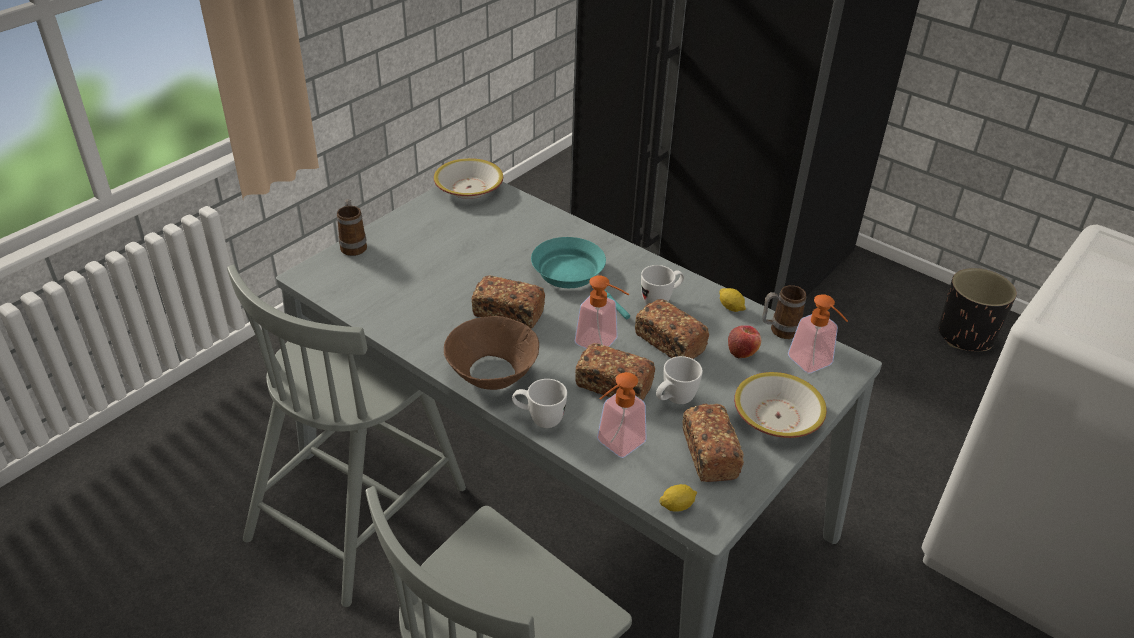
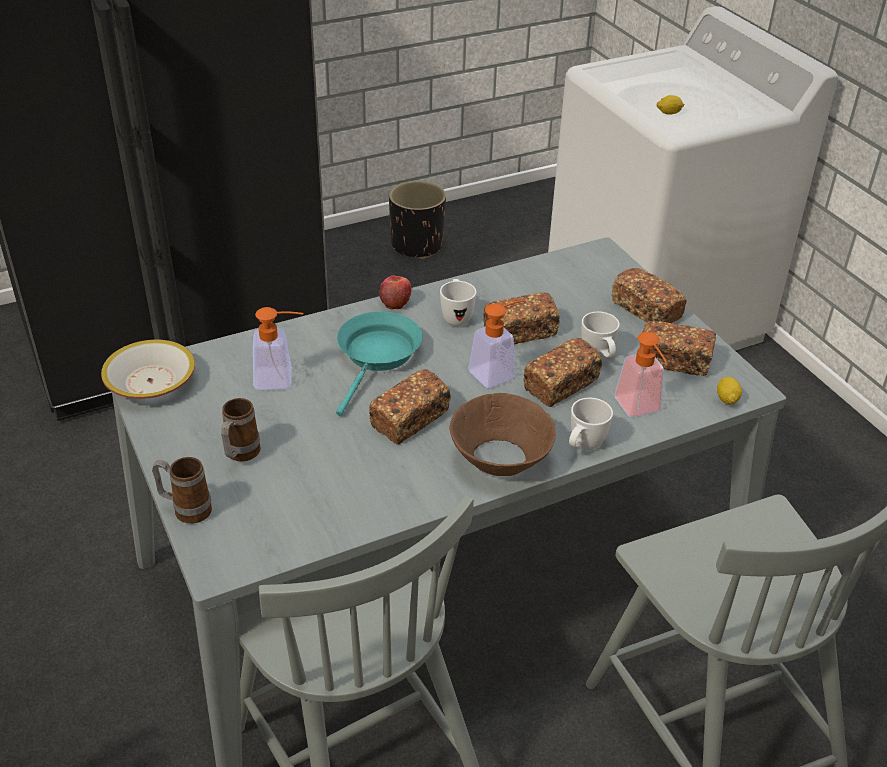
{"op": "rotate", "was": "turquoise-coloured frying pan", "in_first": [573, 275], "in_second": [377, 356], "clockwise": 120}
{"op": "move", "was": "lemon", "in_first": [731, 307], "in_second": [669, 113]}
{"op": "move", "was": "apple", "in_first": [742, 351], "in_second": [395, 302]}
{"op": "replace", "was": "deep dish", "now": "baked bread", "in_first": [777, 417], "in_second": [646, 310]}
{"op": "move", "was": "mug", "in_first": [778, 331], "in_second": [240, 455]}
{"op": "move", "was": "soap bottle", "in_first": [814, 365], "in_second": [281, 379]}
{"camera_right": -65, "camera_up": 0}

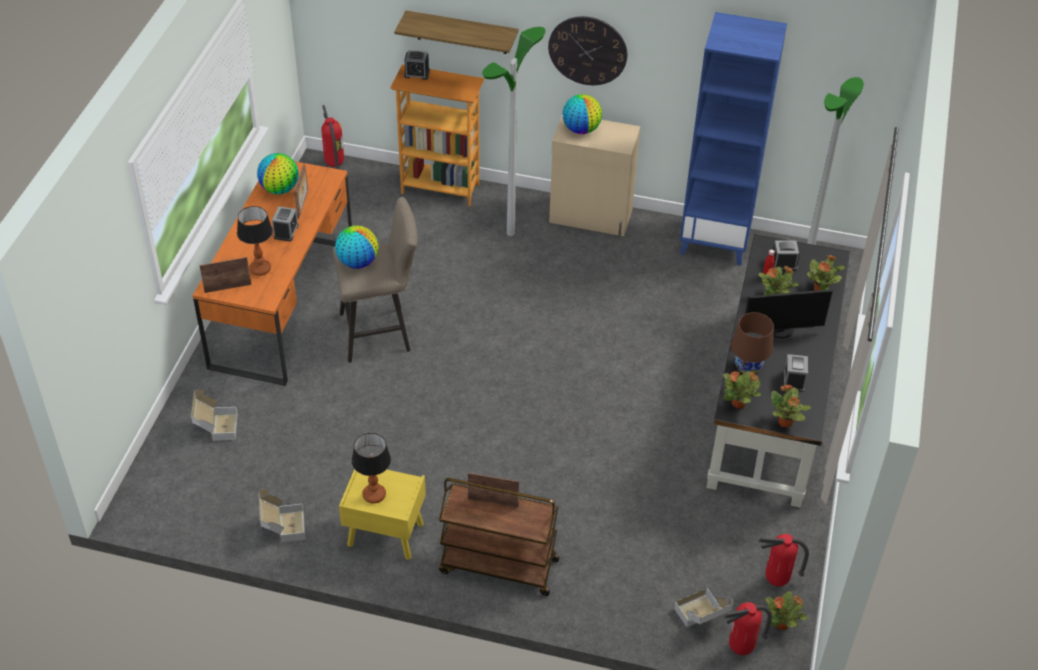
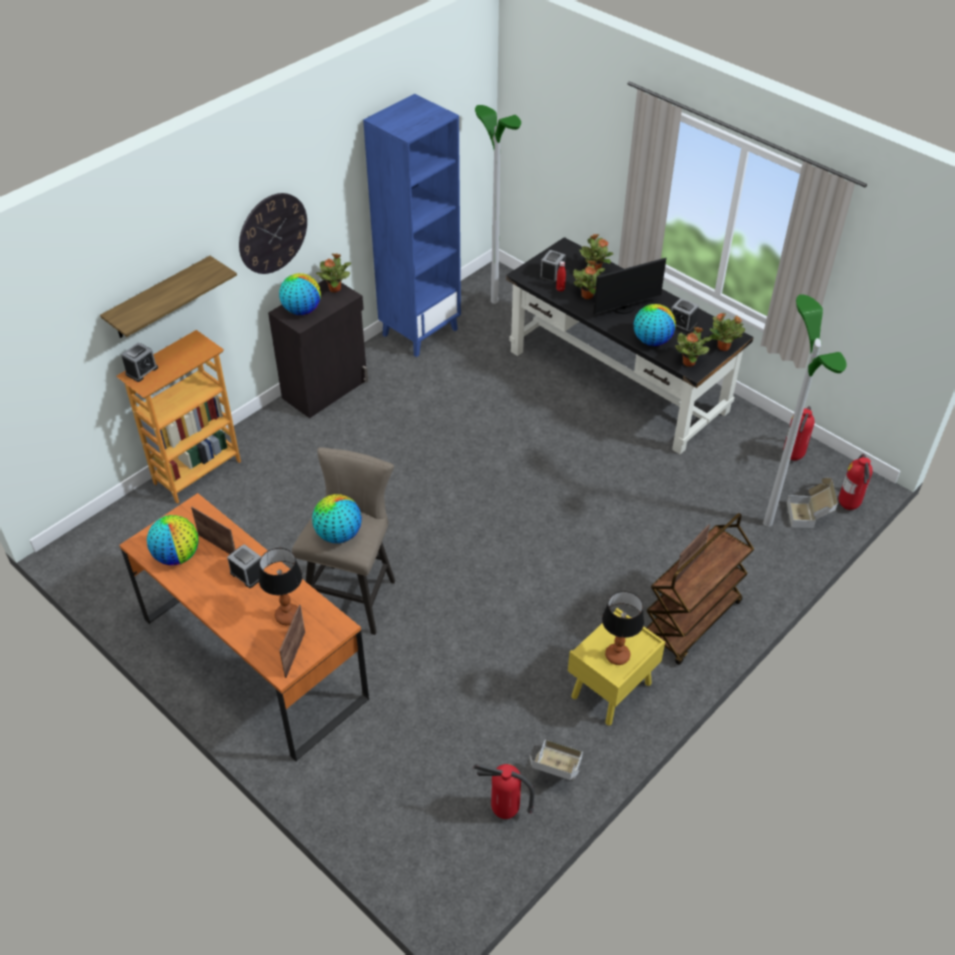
{"op": "delete", "was": "packing box", "in_first": [215, 427]}
{"op": "move", "was": "fire-fighting cylinder", "in_first": [334, 165], "in_second": [504, 811]}
{"op": "move", "was": "standing lamp", "in_first": [510, 233], "in_second": [767, 523]}
{"op": "recolor", "was": "sand-coloured storage cabinet", "now": "black storage cabinet", "in_first": [591, 217], "in_second": [326, 389]}
{"op": "replace", "was": "brown lamp for a table", "now": "desk globe", "in_first": [748, 366], "in_second": [652, 341]}
{"op": "rotate", "was": "computer display", "in_first": [780, 330], "in_second": [624, 307], "clockwise": 45}
{"op": "move", "was": "plant in a pot", "in_first": [782, 624], "in_second": [335, 288]}
{"camera_right": -60, "camera_up": 0}

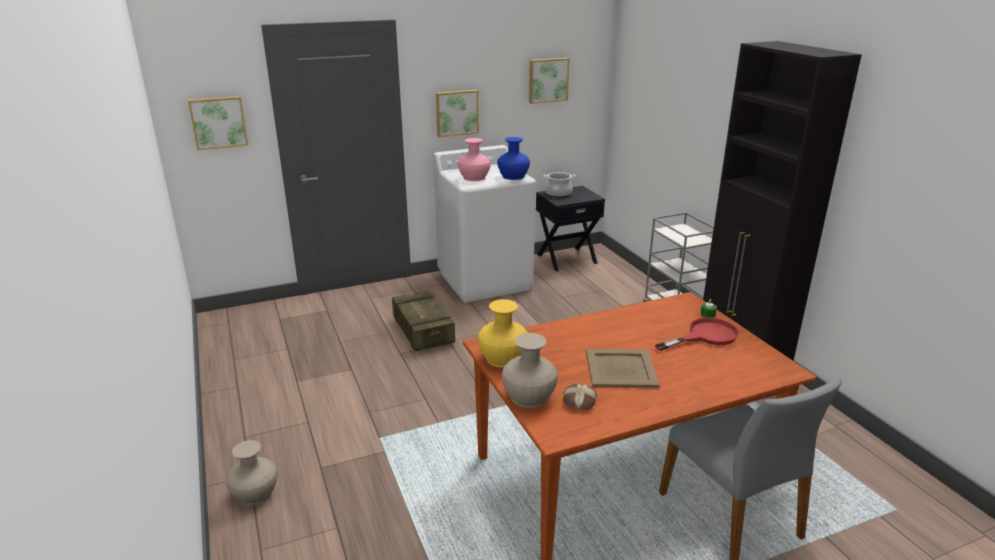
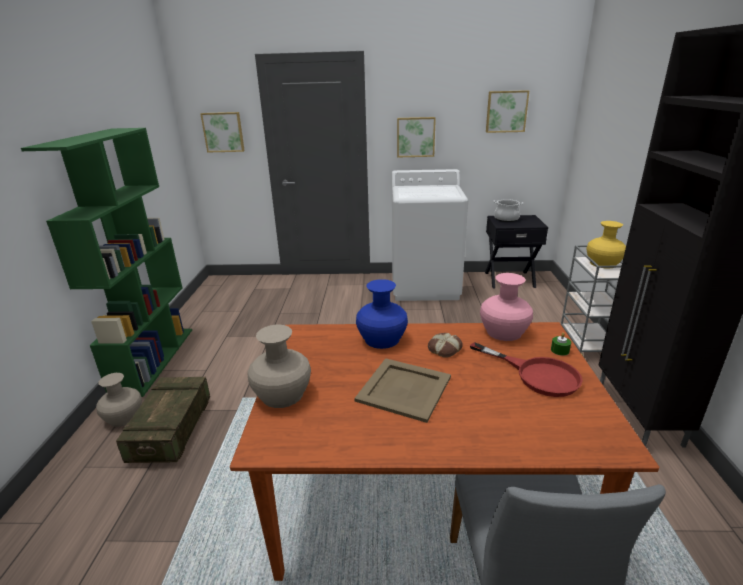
{"op": "move", "was": "shipping crate", "in_first": [423, 332], "in_second": [171, 430]}
{"op": "move", "was": "pink vase", "in_first": [474, 177], "in_second": [503, 331]}
{"op": "move", "was": "yellow-coloured vase", "in_first": [503, 358], "in_second": [603, 263]}
{"op": "move", "was": "blue-coloured vase", "in_first": [513, 176], "in_second": [382, 339]}
{"op": "move", "was": "baked bread", "in_first": [579, 401], "in_second": [444, 348]}
{"op": "rotate", "was": "reddish frying pan", "in_first": [705, 336], "in_second": [537, 374], "clockwise": 45}
{"op": "insert", "now": "green-coloured shelving unit", "in_second": [154, 359]}
{"camera_right": 25, "camera_up": 0}

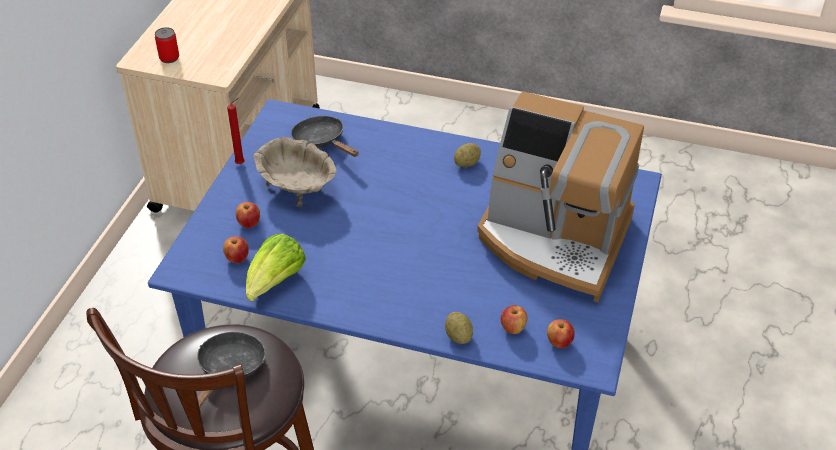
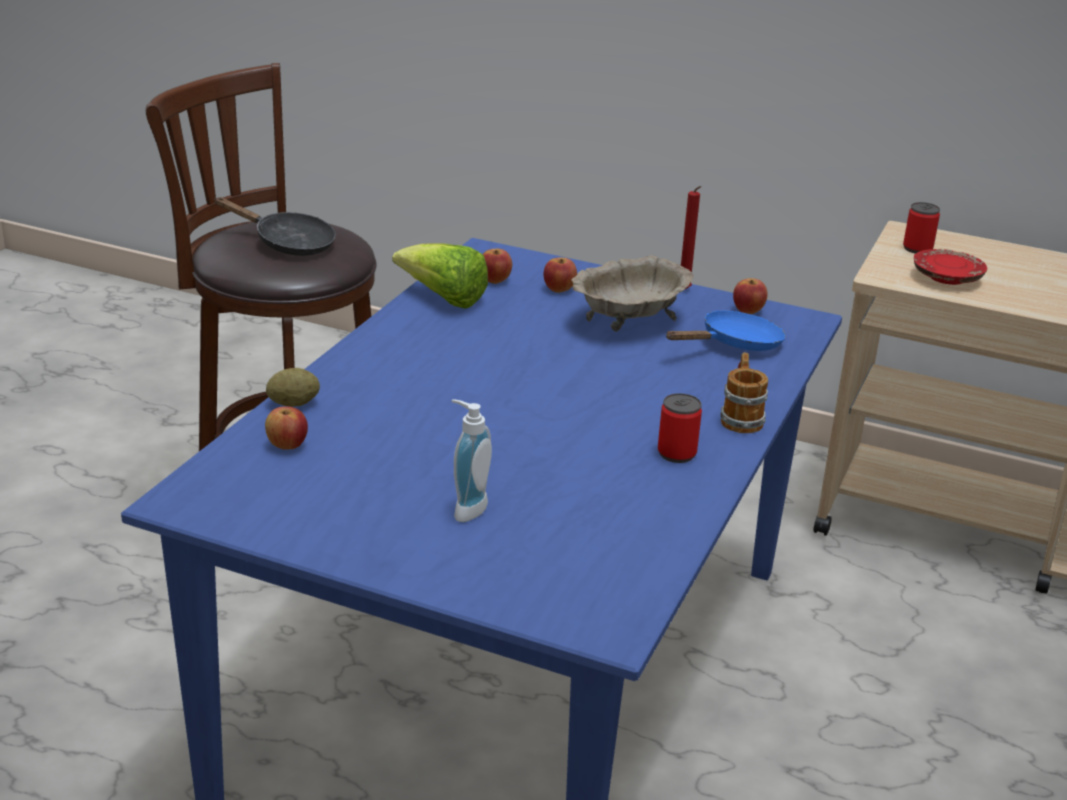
{"op": "recolor", "was": "black frying pan", "now": "blue-coloured frying pan", "in_first": [322, 141], "in_second": [734, 344]}
{"op": "replace", "was": "potato", "now": "metal can", "in_first": [467, 163], "in_second": [676, 453]}
{"op": "replace", "was": "coffee brewer", "now": "soap bottle", "in_first": [554, 240], "in_second": [466, 508]}
{"op": "move", "was": "apple", "in_first": [559, 342], "in_second": [748, 311]}
{"op": "insert", "now": "mug", "in_second": [740, 418]}
{"op": "insert", "now": "reddish dinner plate", "in_second": [946, 278]}
{"camera_right": 95, "camera_up": -15}

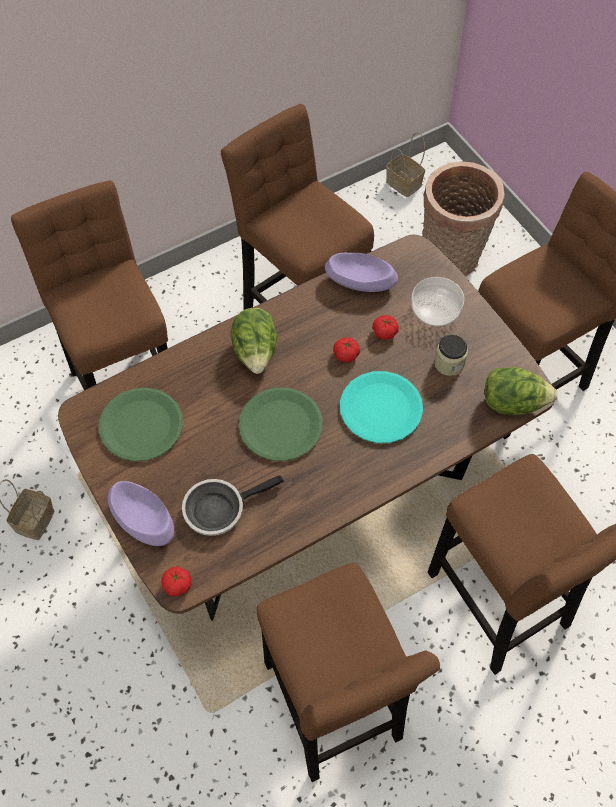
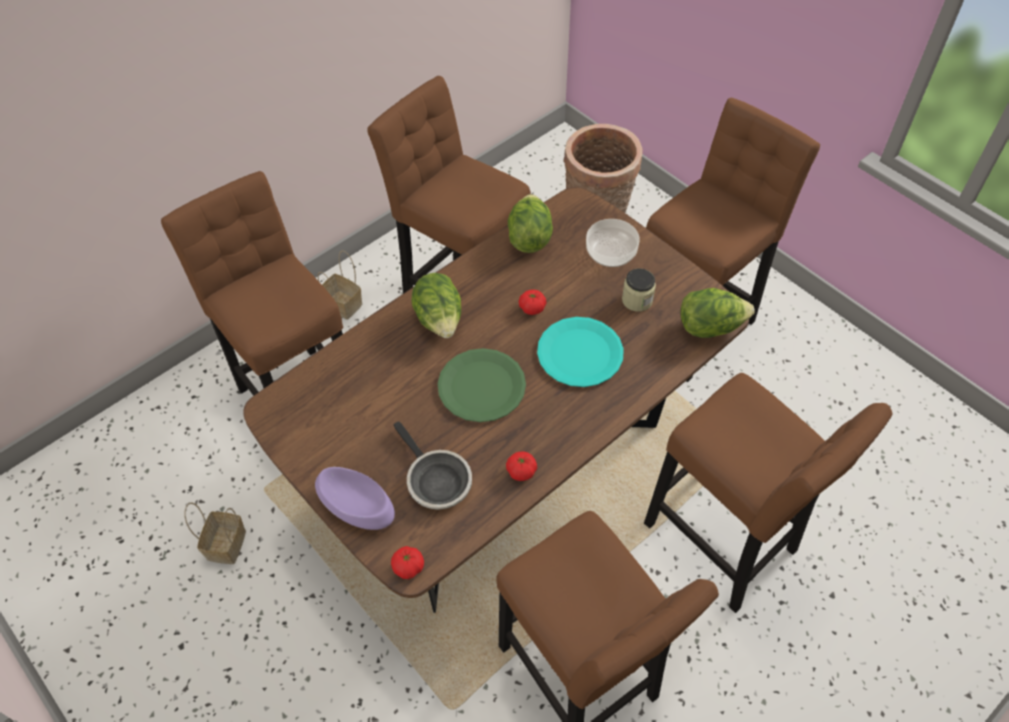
{"op": "delete", "was": "green-coloured dinner plate", "in_first": [141, 426]}
{"op": "rotate", "was": "frying pan", "in_first": [219, 509], "in_second": [435, 480], "clockwise": -90}
{"op": "replace", "was": "purplish deep dish", "now": "lettuce head", "in_first": [360, 281], "in_second": [529, 237]}
{"op": "move", "was": "whole tomato", "in_first": [384, 332], "in_second": [521, 471]}
{"op": "move", "was": "household basket", "in_first": [405, 184], "in_second": [344, 305]}
{"camera_right": -10, "camera_up": -5}

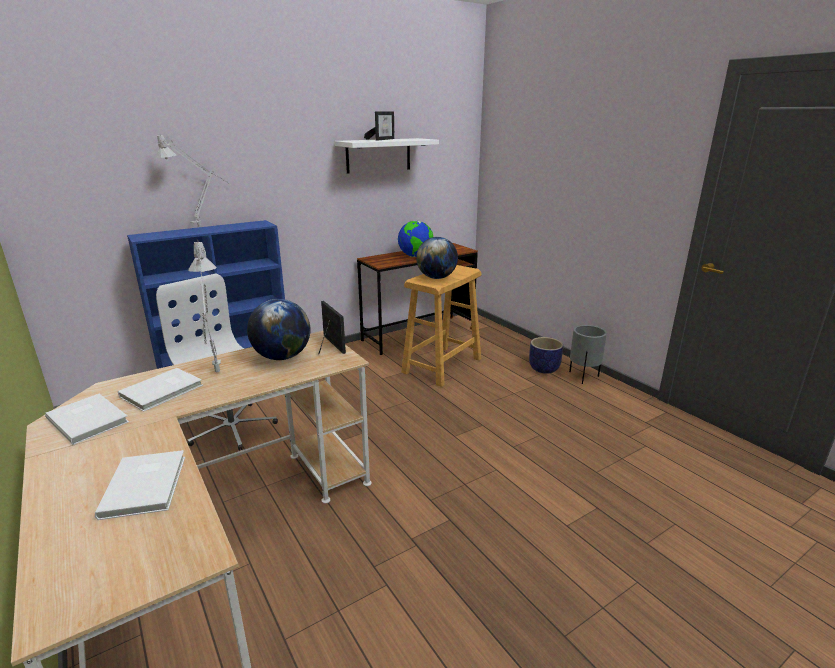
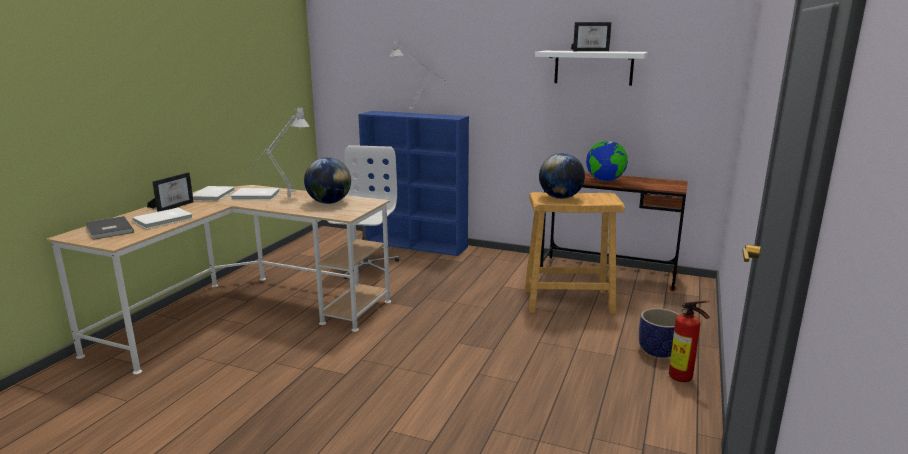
{"op": "move", "was": "photo frame", "in_first": [329, 345], "in_second": [173, 206]}
{"op": "replace", "was": "greyish plant pot", "now": "fire-fighting cylinder", "in_first": [583, 377], "in_second": [683, 379]}
{"op": "insert", "now": "greyish bound book", "in_second": [108, 230]}
{"camera_right": 55, "camera_up": -5}

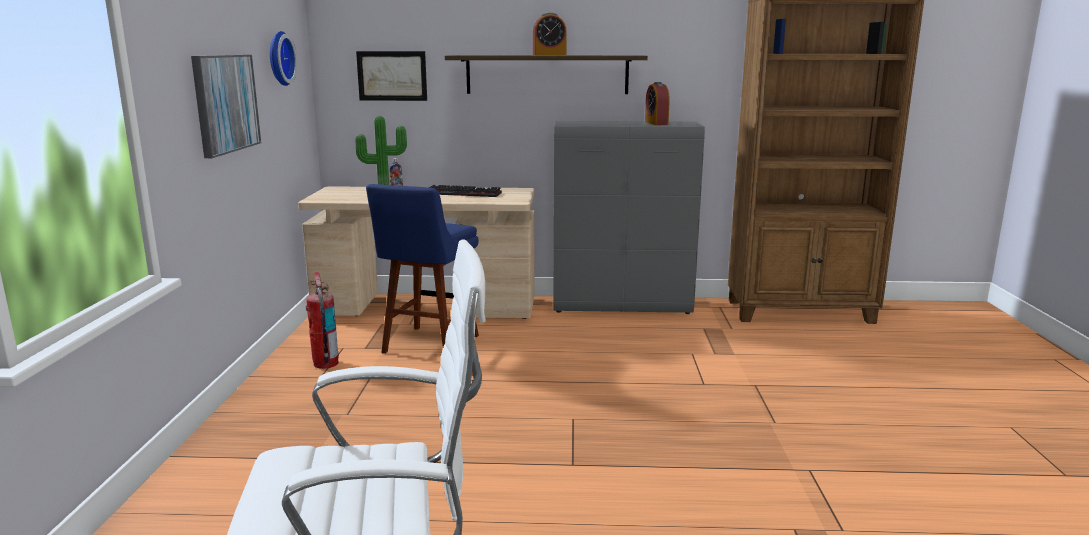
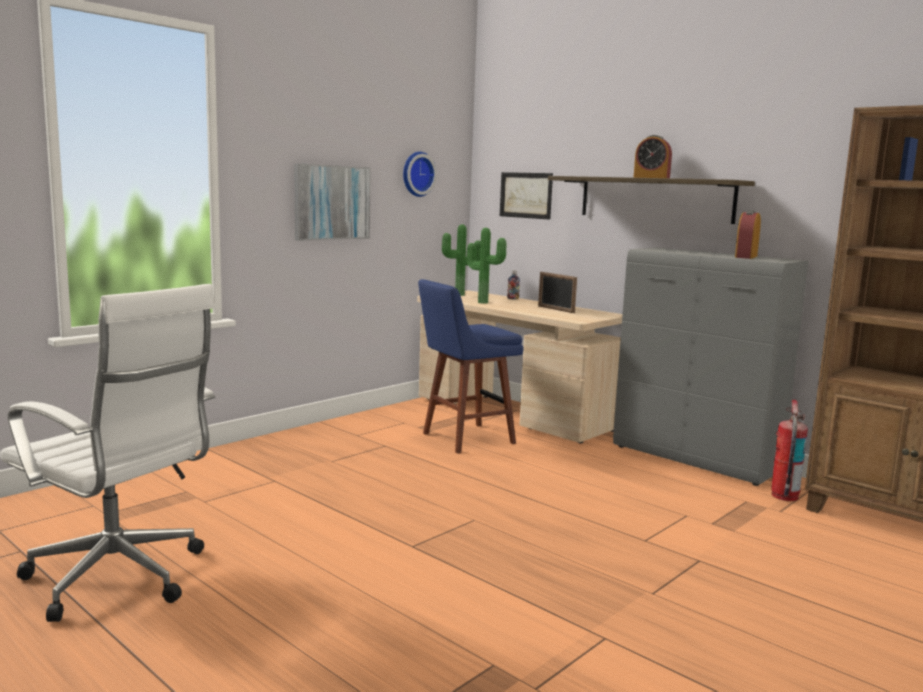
{"op": "move", "was": "fire-fighting cylinder", "in_first": [325, 364], "in_second": [784, 496]}
{"op": "replace", "was": "PC keyboard", "now": "photo frame", "in_first": [465, 193], "in_second": [555, 309]}
{"op": "insert", "now": "plant in a pot", "in_second": [460, 295]}
{"camera_right": 40, "camera_up": -5}

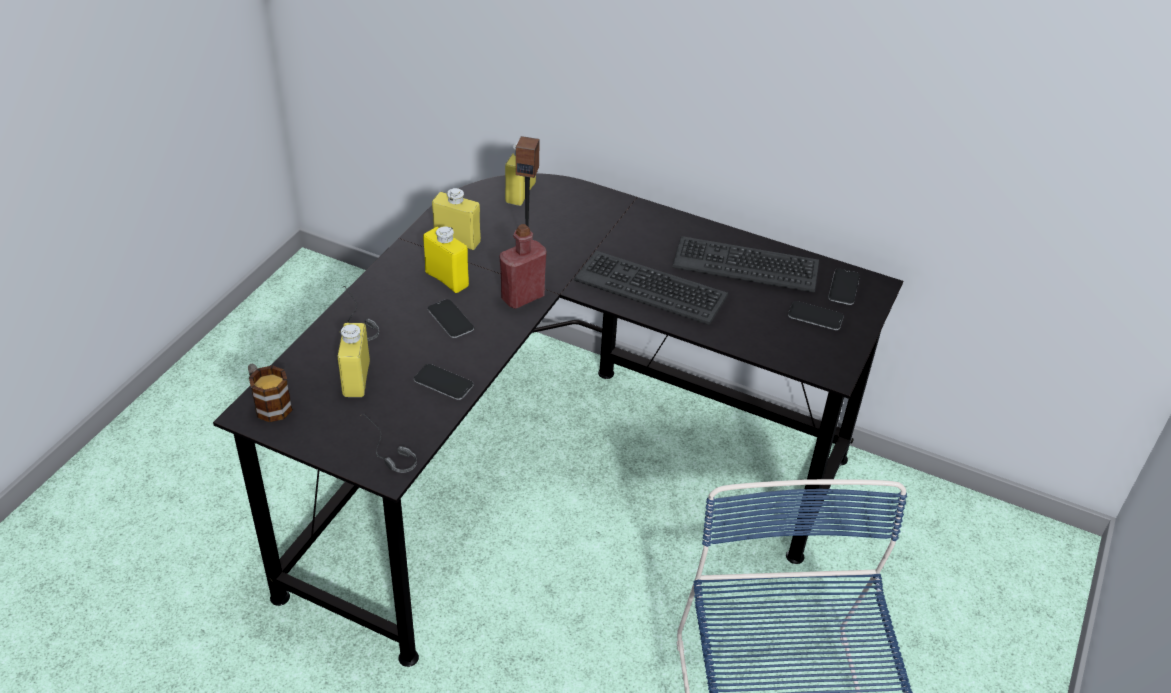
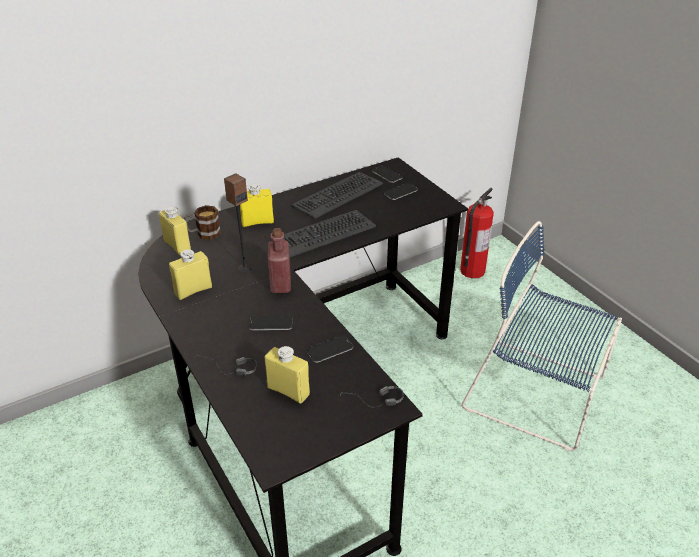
{"op": "move", "was": "mug", "in_first": [269, 404], "in_second": [204, 233]}
{"op": "move", "was": "yellow-coloured beverage bottle", "in_first": [447, 279], "in_second": [257, 222]}
{"op": "insert", "now": "fire-fighting cylinder", "in_second": [472, 271]}
{"camera_right": -55, "camera_up": -5}

